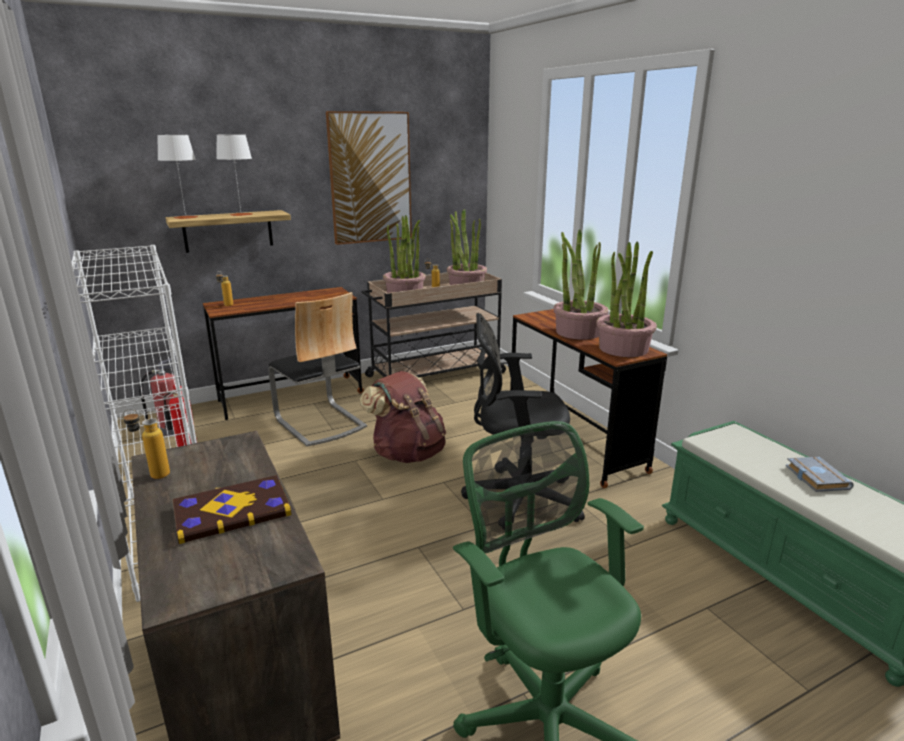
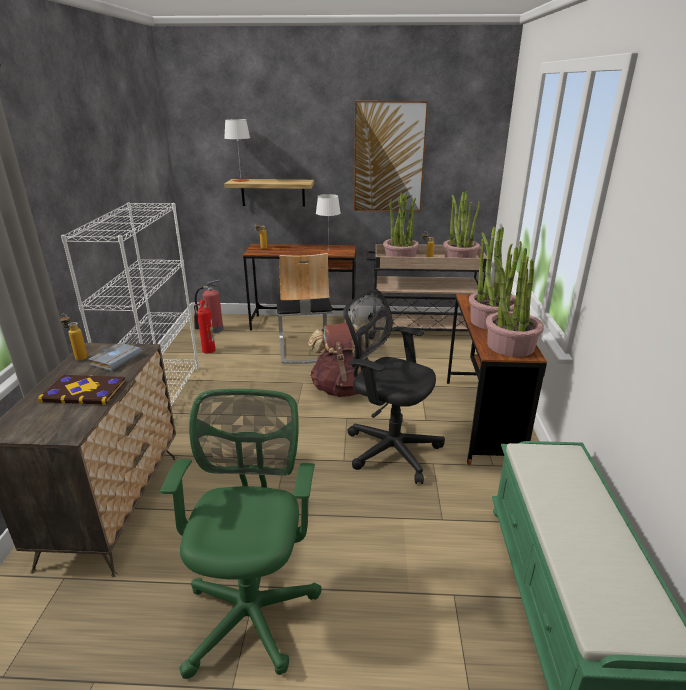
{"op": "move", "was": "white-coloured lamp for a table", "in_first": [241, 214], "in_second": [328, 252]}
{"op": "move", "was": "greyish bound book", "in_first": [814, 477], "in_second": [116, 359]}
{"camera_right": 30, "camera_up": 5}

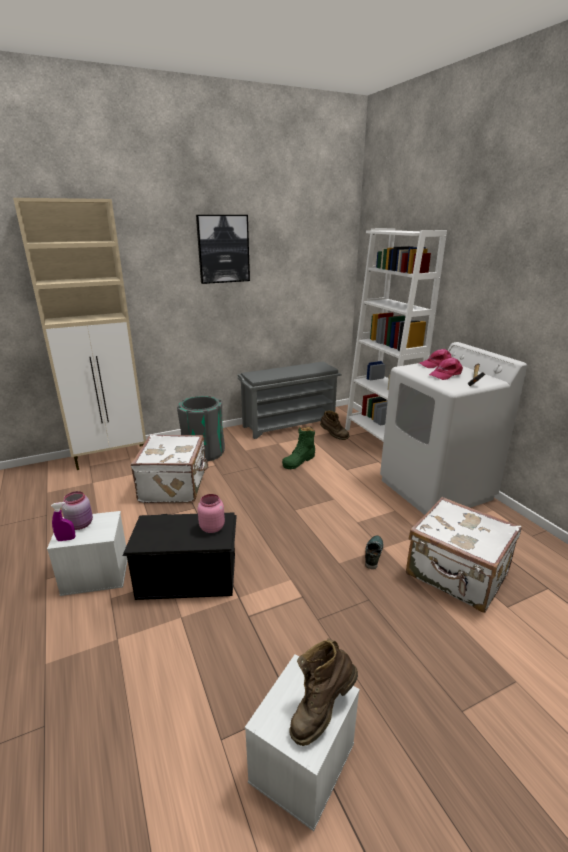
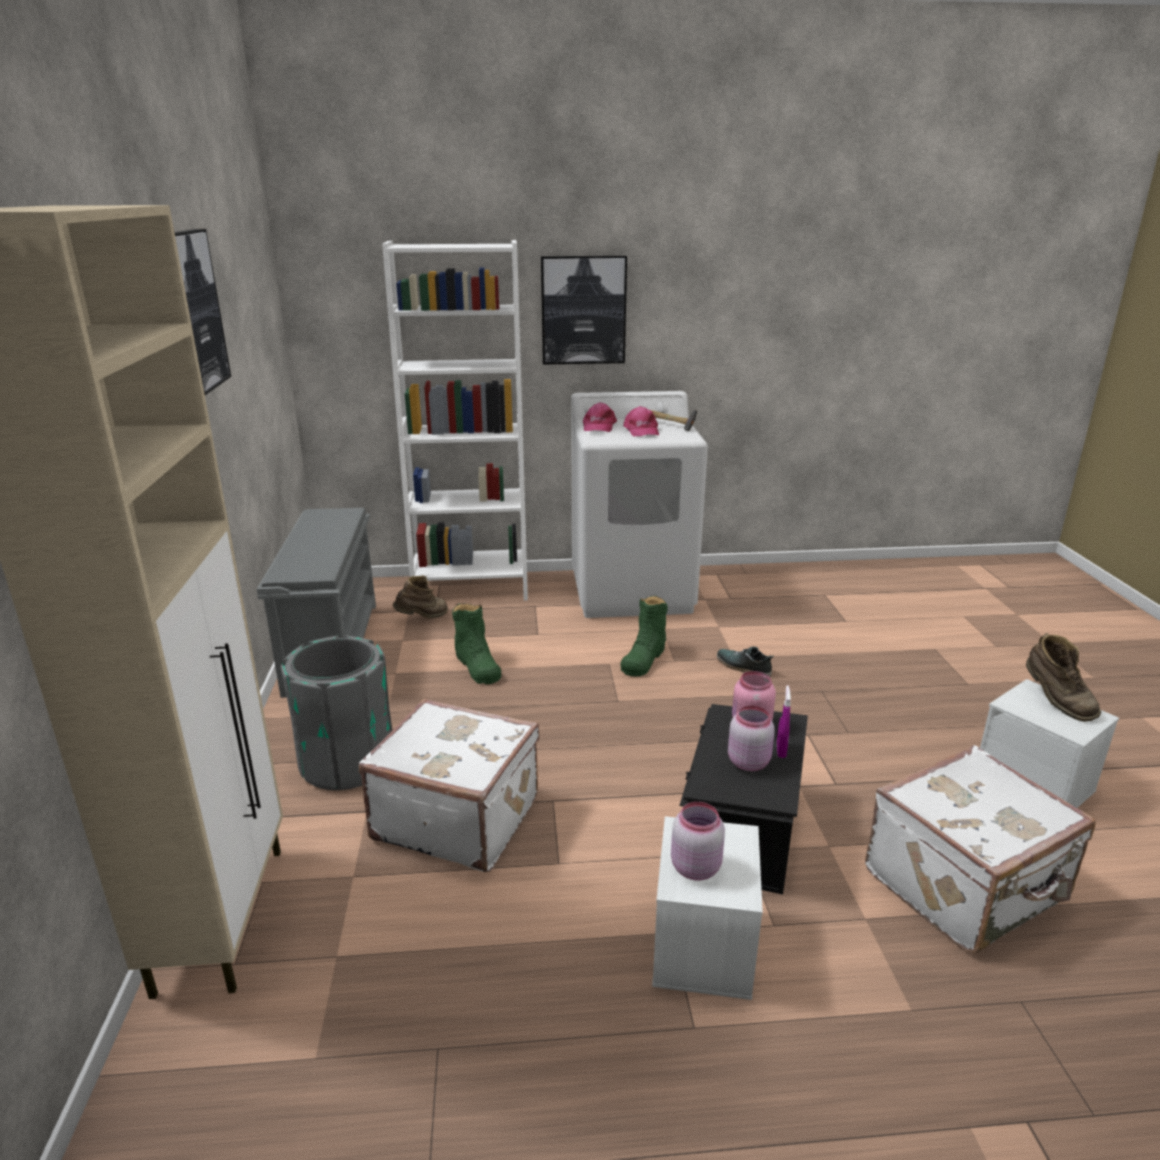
{"op": "move", "was": "purplish spray bottle", "in_first": [66, 539], "in_second": [781, 751]}
{"op": "move", "was": "white-coloured suitcase", "in_first": [456, 575], "in_second": [967, 887]}
{"op": "insert", "now": "picture", "in_second": [583, 310]}
{"op": "insert", "now": "green-coloured boot", "in_second": [644, 659]}
{"op": "insert", "now": "pink jar", "in_second": [748, 761]}
{"camera_right": -70, "camera_up": 0}

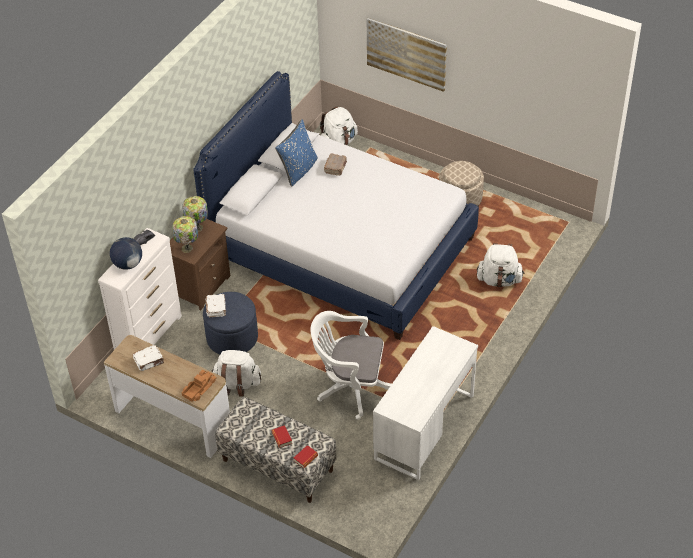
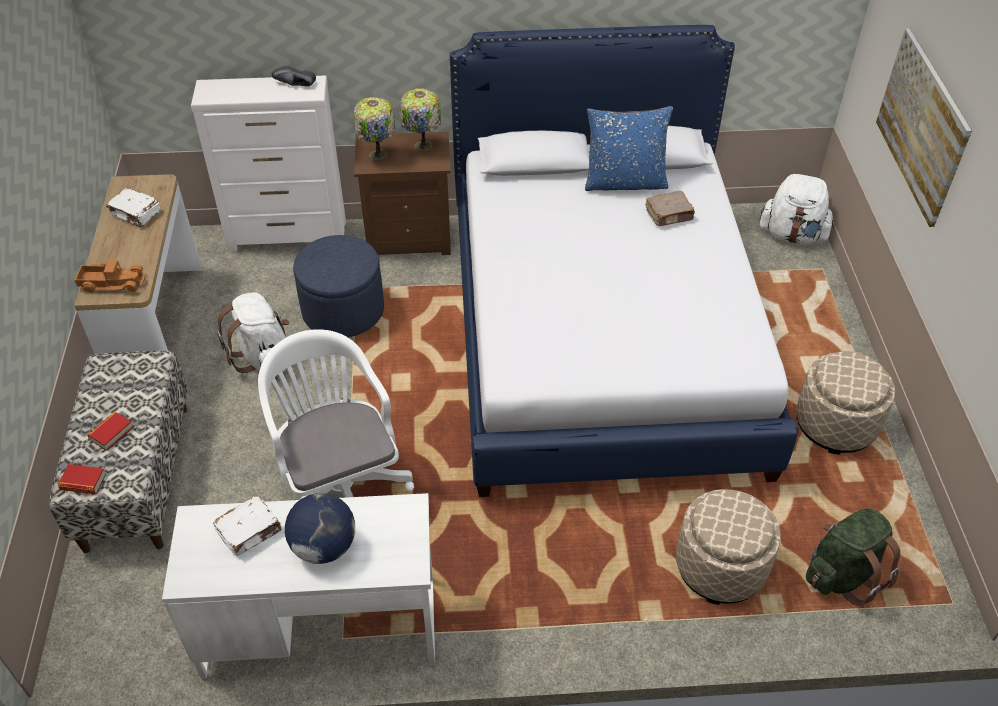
{"op": "move", "was": "desk globe", "in_first": [127, 264], "in_second": [324, 546]}
{"op": "move", "was": "white-coloured bound book", "in_first": [216, 308], "in_second": [250, 532]}
{"op": "replace", "was": "white-coloured backpack", "now": "sand-coloured footrest", "in_first": [499, 280], "in_second": [720, 567]}
{"op": "insert", "now": "green-coloured backpack", "in_second": [843, 574]}
{"camera_right": 55, "camera_up": 0}

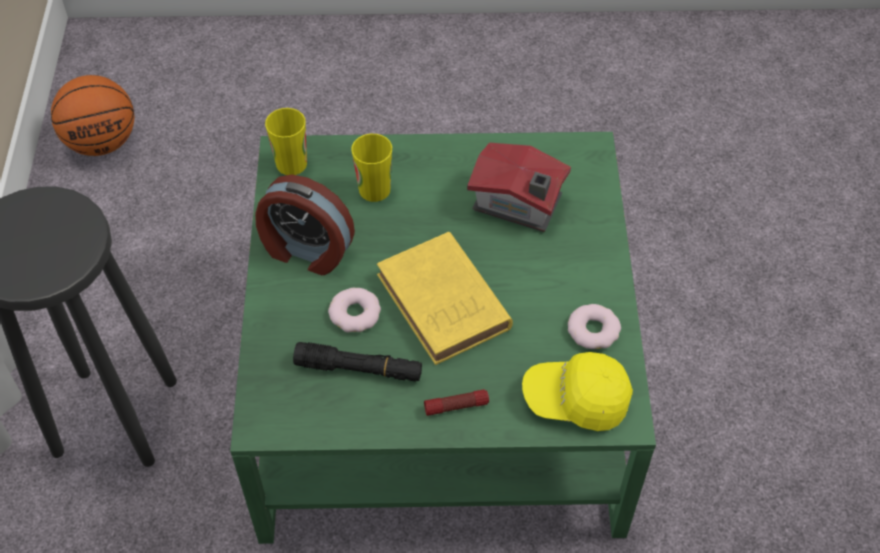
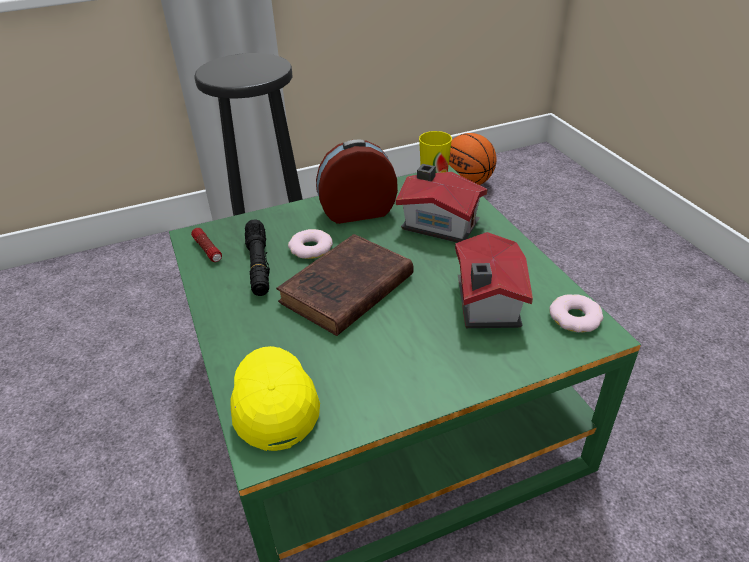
{"op": "rotate", "was": "bedside clock", "in_first": [306, 251], "in_second": [357, 211], "clockwise": 75}
{"op": "replace", "was": "small cup", "now": "model house", "in_first": [374, 189], "in_second": [439, 223]}
{"op": "recolor", "was": "yellow-coloured bound book", "now": "brown bound book", "in_first": [445, 305], "in_second": [344, 291]}
{"op": "move", "was": "flashlight", "in_first": [456, 406], "in_second": [208, 250]}
{"op": "move", "was": "donut", "in_first": [593, 330], "in_second": [575, 318]}
{"camera_right": 70, "camera_up": -15}

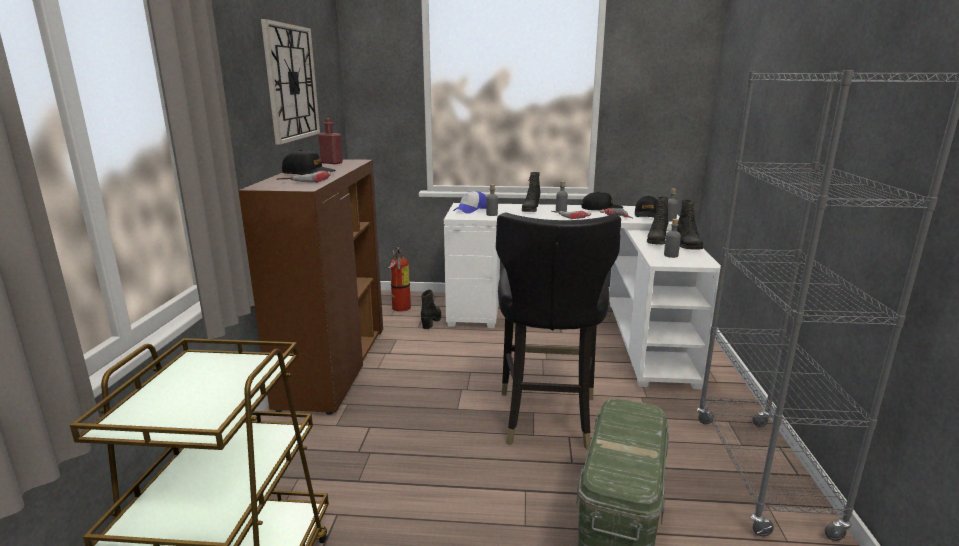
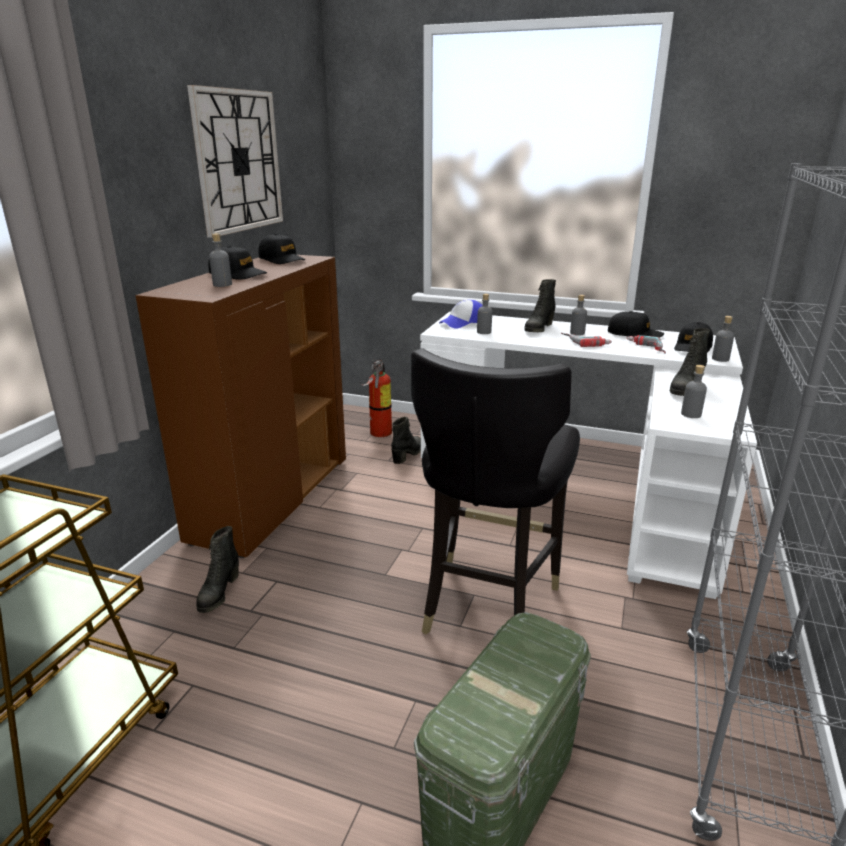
{"op": "replace", "was": "drill", "now": "greyish beverage bottle", "in_first": [306, 180], "in_second": [222, 284]}
{"op": "replace", "was": "reddish beverage bottle", "now": "black baseball cap", "in_first": [332, 163], "in_second": [282, 260]}
{"op": "move", "was": "black boot", "in_first": [687, 245], "in_second": [218, 593]}
{"camera_right": 15, "camera_up": 5}

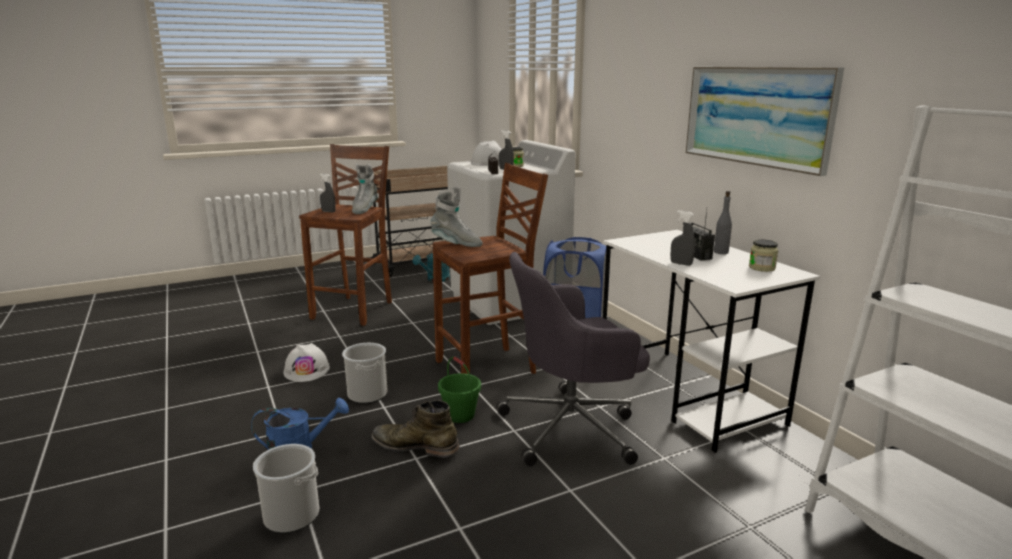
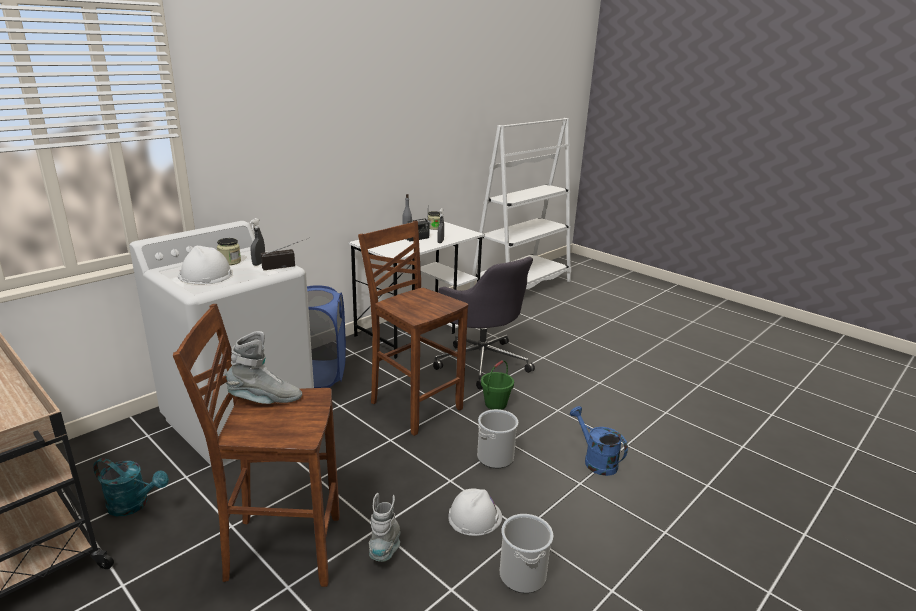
{"op": "move", "was": "bucket", "in_first": [292, 515], "in_second": [522, 575]}
{"op": "delete", "was": "greyish spray bottle", "in_first": [328, 211]}
{"op": "delete", "was": "green-coloured boot", "in_first": [415, 445]}
{"op": "move", "was": "greyish boot", "in_first": [456, 244], "in_second": [386, 547]}
{"op": "delete", "was": "picture", "in_first": [756, 116]}
{"camera_right": -110, "camera_up": 5}

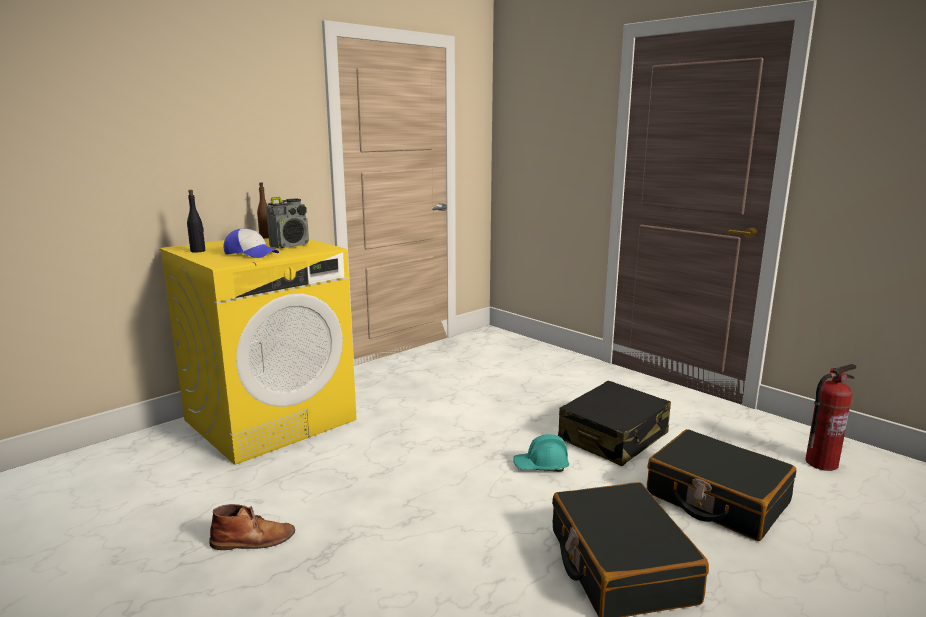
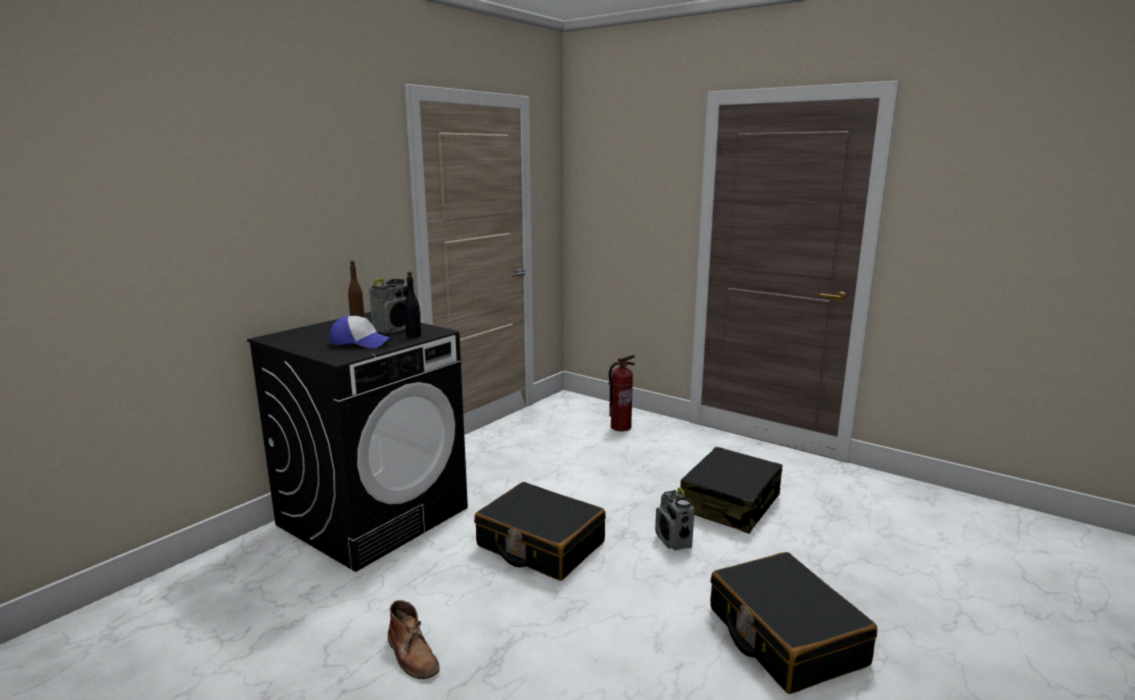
{"op": "recolor", "was": "yellow-coloured laundry appliance", "now": "black laundry appliance", "in_first": [271, 419], "in_second": [374, 516]}
{"op": "move", "was": "black beverage bottle", "in_first": [198, 251], "in_second": [414, 335]}
{"op": "rotate", "was": "brown boot", "in_first": [254, 540], "in_second": [412, 655], "clockwise": 75}
{"op": "replace", "was": "turquoise-coloured work helmet", "now": "radio receiver", "in_first": [541, 466], "in_second": [673, 541]}
{"op": "move", "was": "black suitcase", "in_first": [716, 499], "in_second": [540, 545]}
{"op": "move", "was": "fire-fighting cylinder", "in_first": [821, 463], "in_second": [620, 427]}
{"camera_right": -10, "camera_up": 0}

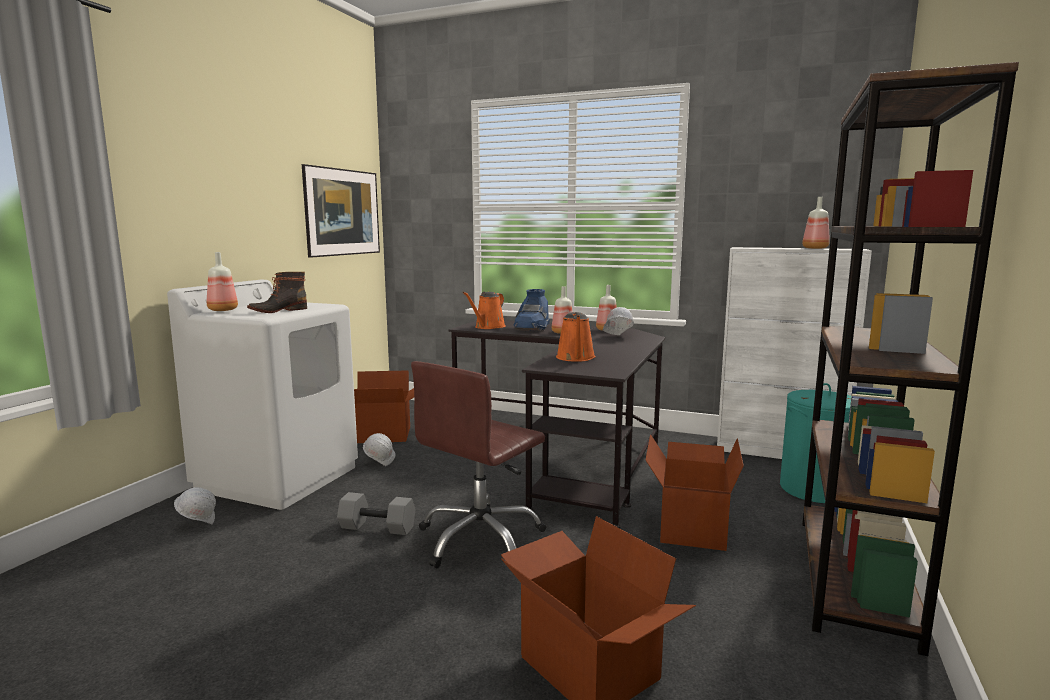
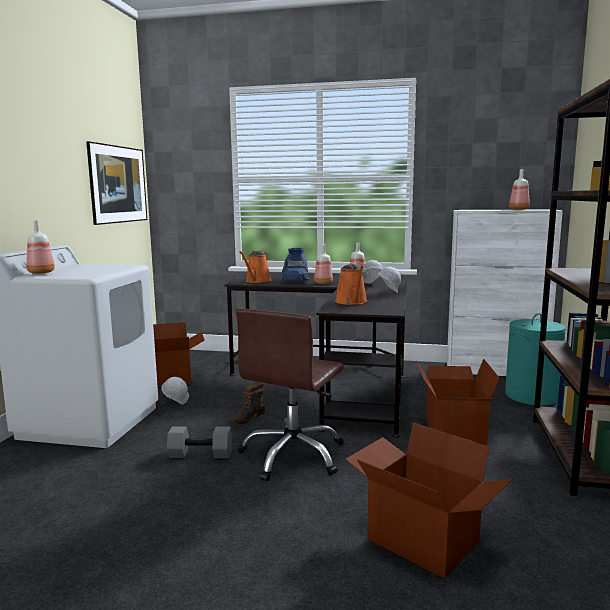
{"op": "move", "was": "white-coloured work helmet", "in_first": [198, 523], "in_second": [387, 293]}
{"op": "move", "was": "boot", "in_first": [277, 311], "in_second": [247, 417]}
{"camera_right": -10, "camera_up": 0}

